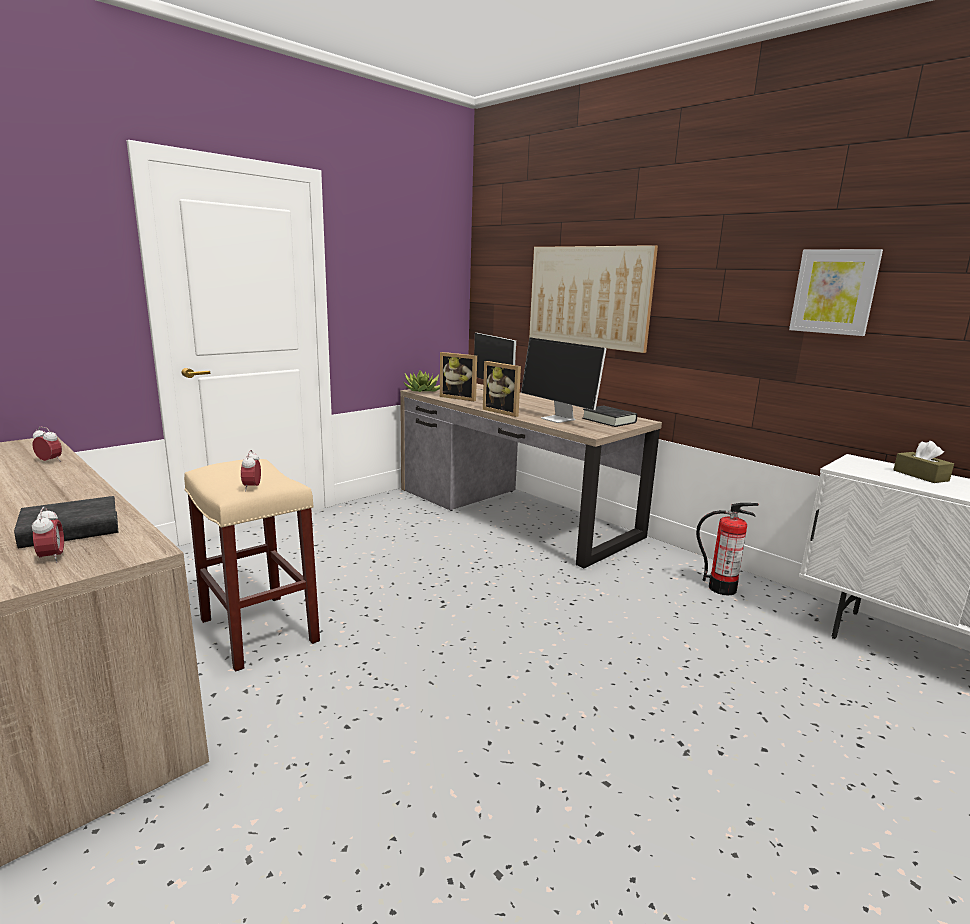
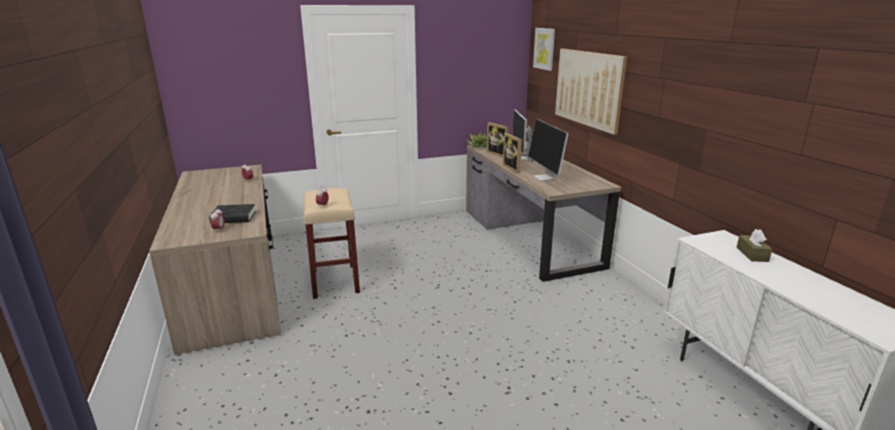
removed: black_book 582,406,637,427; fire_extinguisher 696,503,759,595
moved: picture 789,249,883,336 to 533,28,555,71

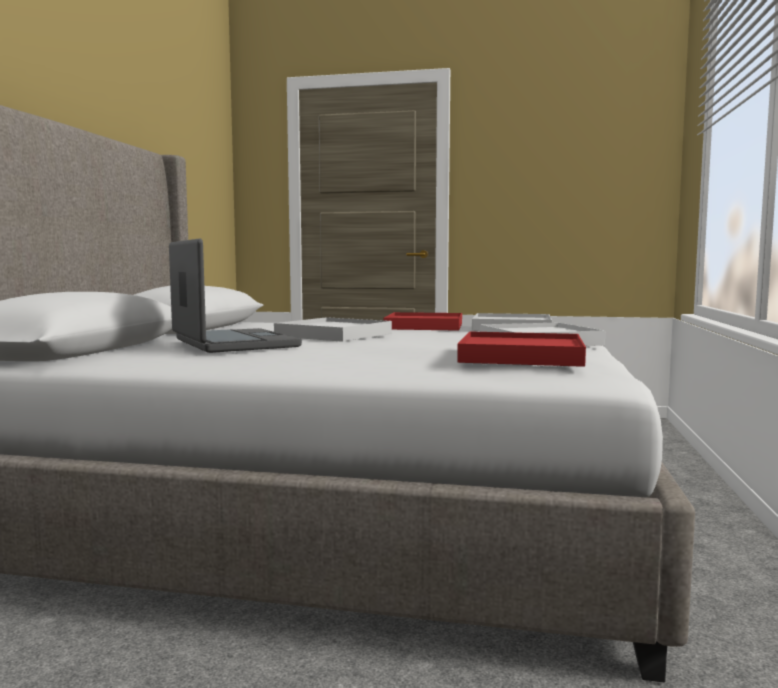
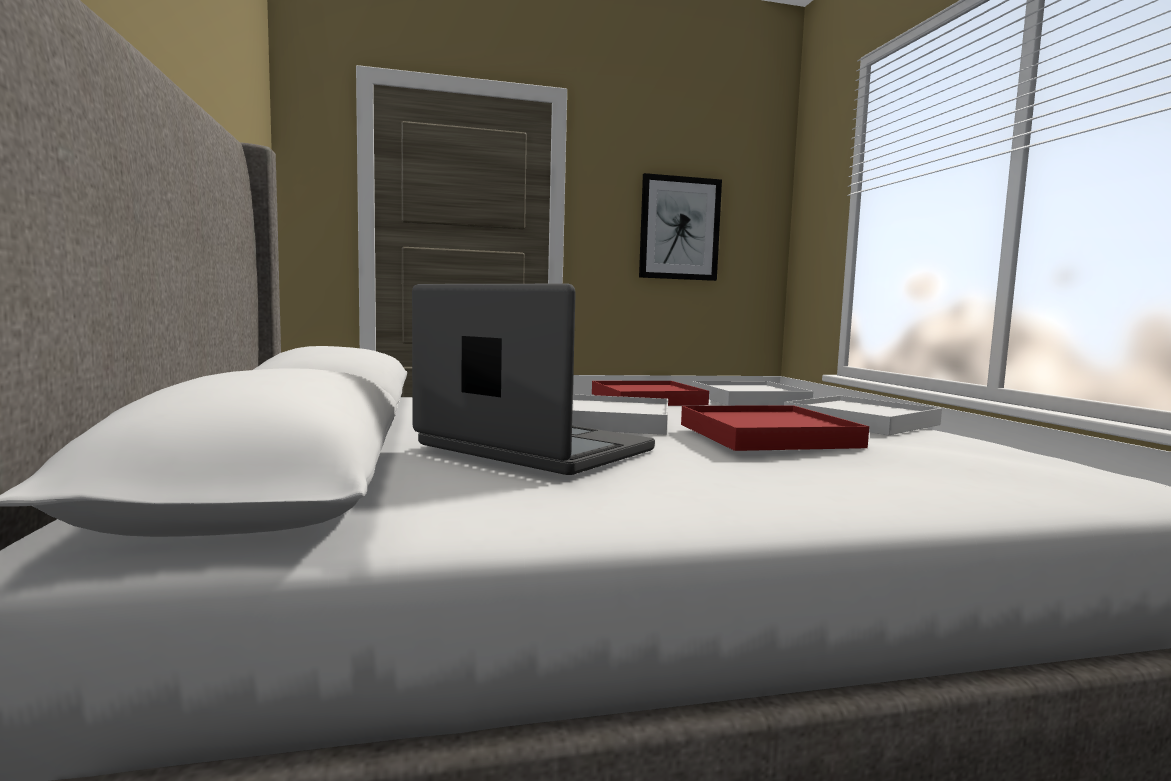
added: picture 639,173,722,281
moved: red_tray 457,332,586,367 to 681,405,869,451

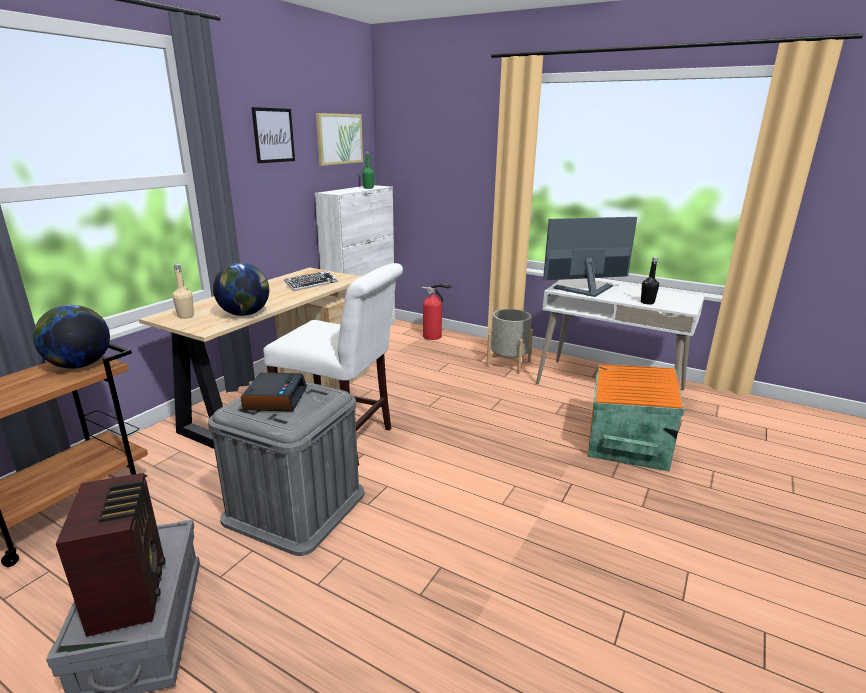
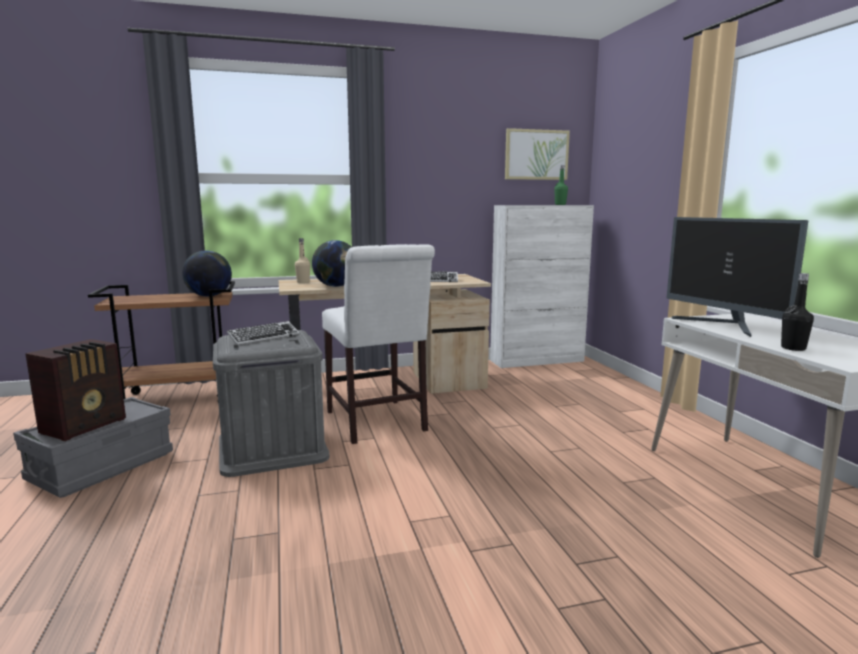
removed: picture 252,107,295,163; fire_extinguisher 422,284,452,340; grey_planter 486,309,533,374; orange_storage_box 588,365,685,472
replaced: alarm_clock 241,372,307,412 to keyboard 227,321,300,346
turned: monitor 543,217,637,297 = 667,217,808,337 150 degrees counterclockwise

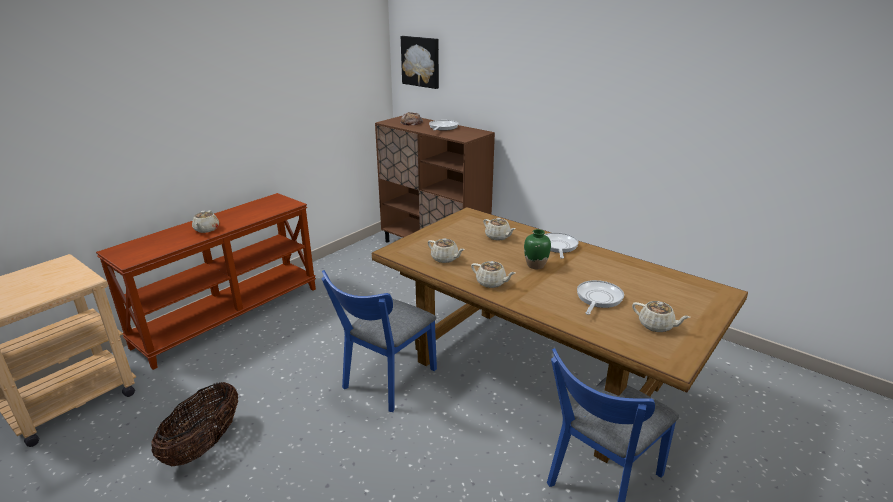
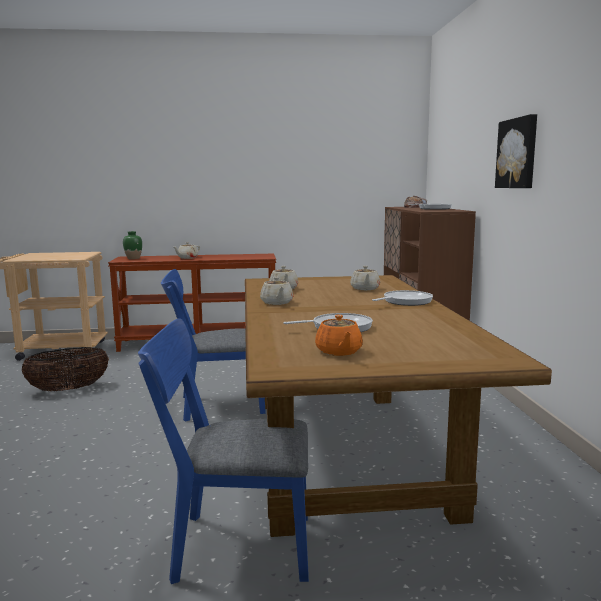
moved: picture 401,36,439,89 to 495,114,537,188; green_vase 524,229,551,269 to 123,231,142,259
recoloured: beige_teapot 632,301,690,332 to orange_teapot 315,315,363,356

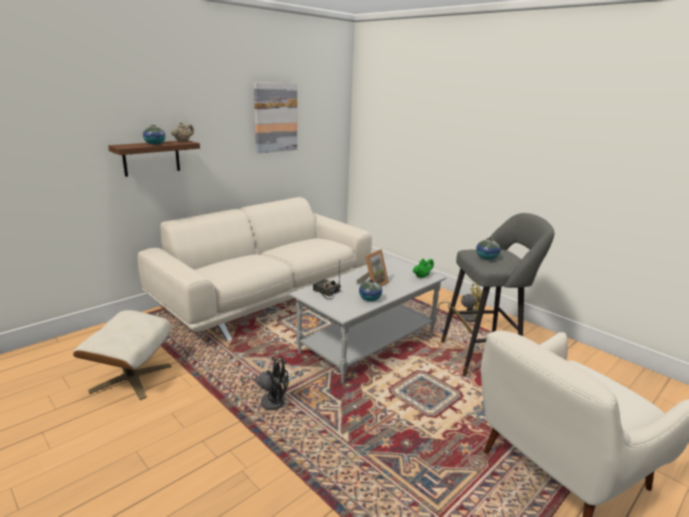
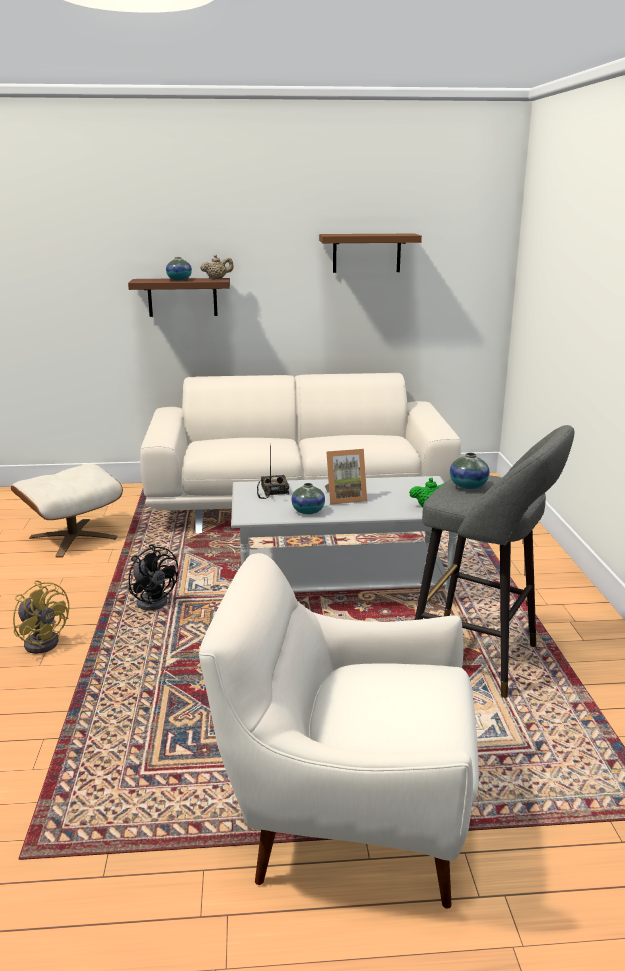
moved: yellow_fan 438,284,482,322 to 13,580,69,654
replaced: picture 254,83,297,153 to brown_shelf 319,234,422,273

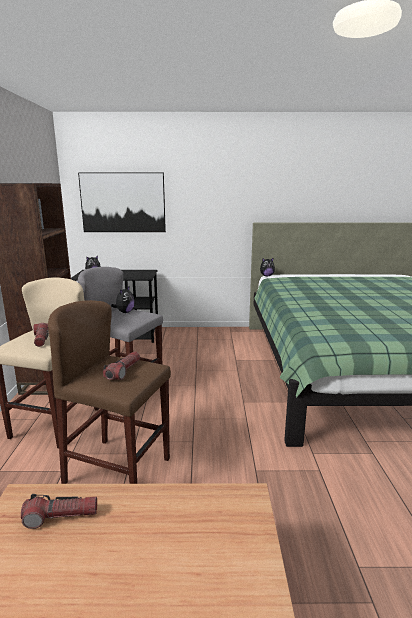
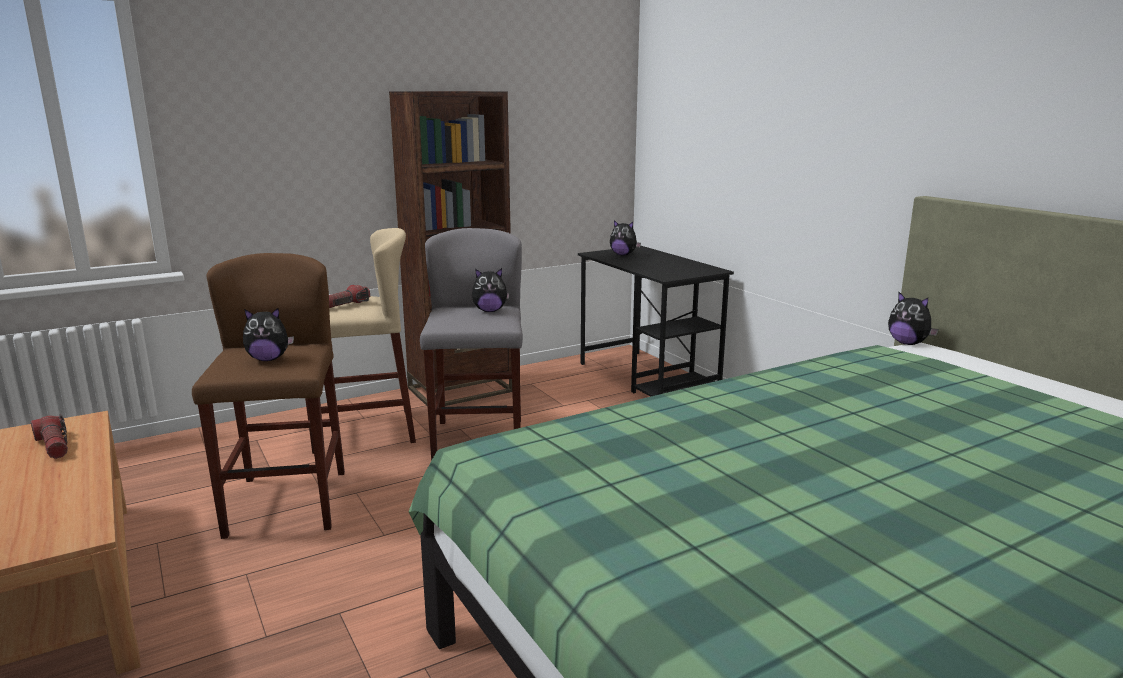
removed: picture 78,172,166,232
replaced: flashlight 103,351,140,380 to plush_toy 243,308,294,361

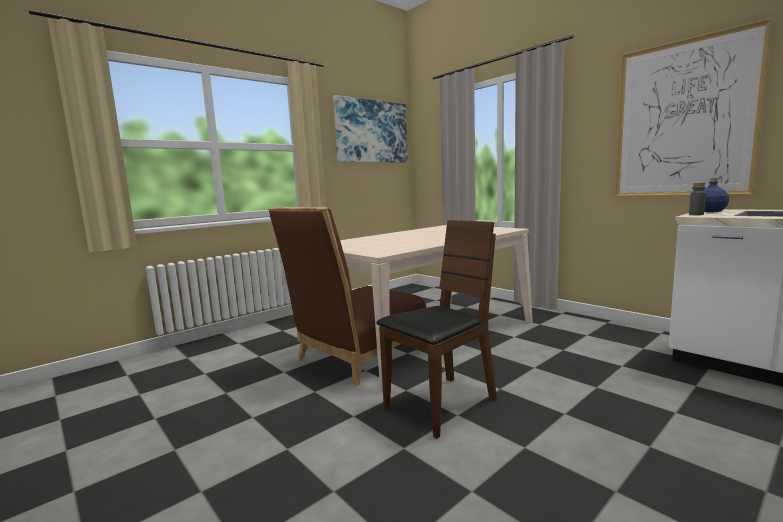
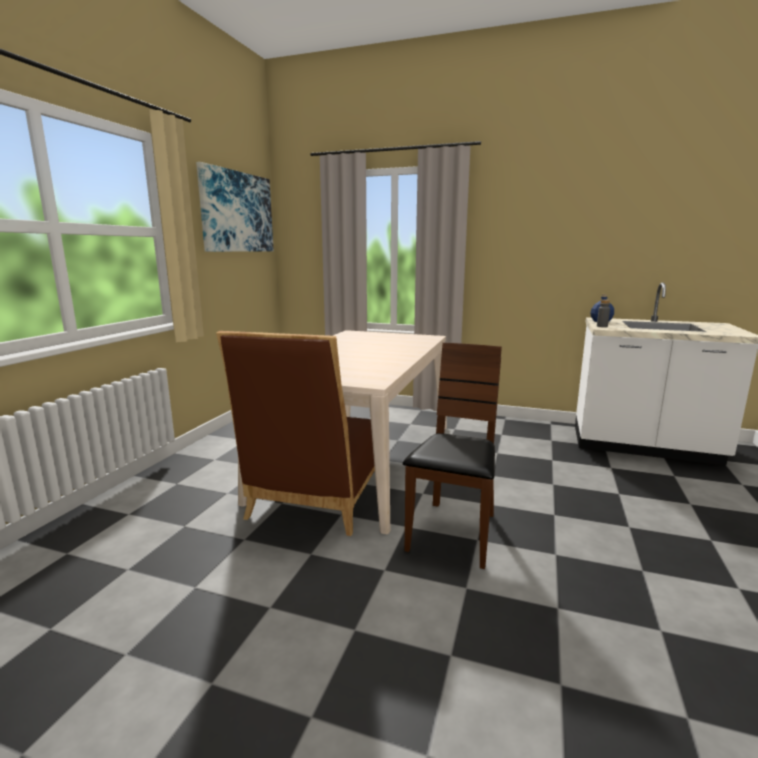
removed: picture 614,17,773,197

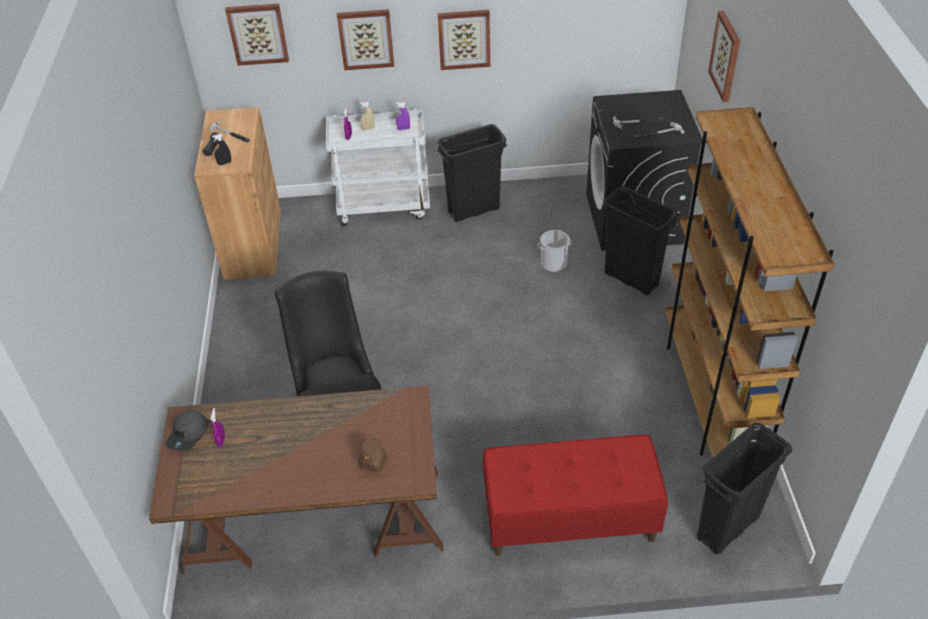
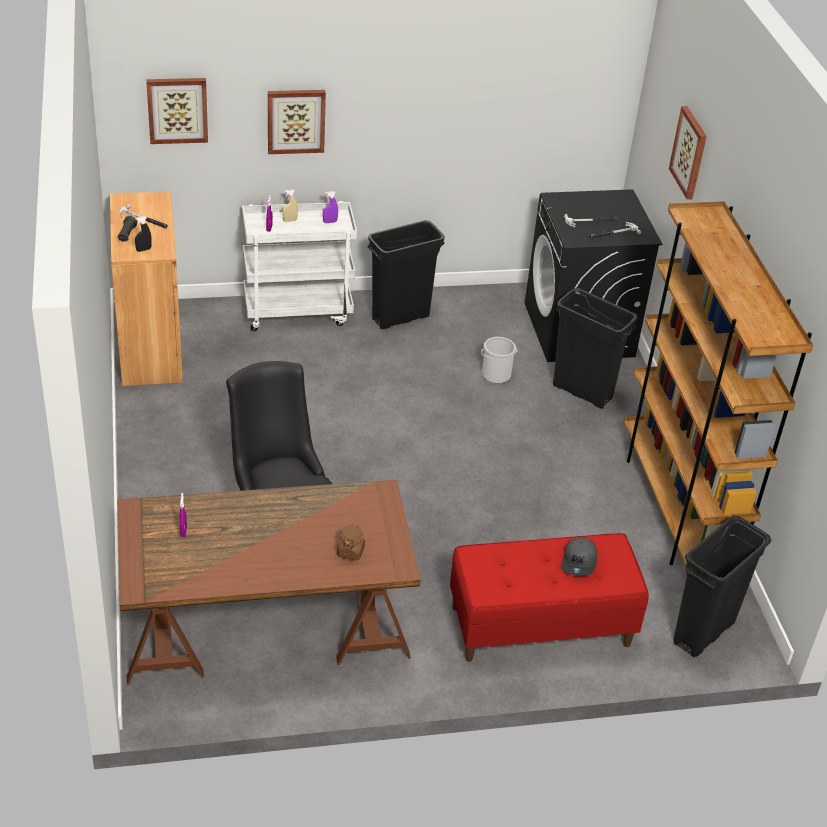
removed: picture 438,10,490,70
moved: grey_cap 166,411,209,451 to 561,537,598,576

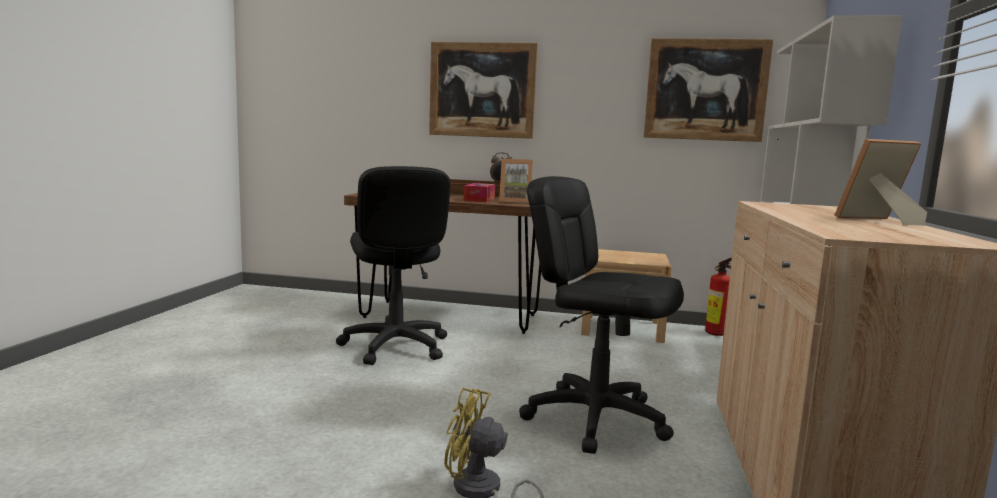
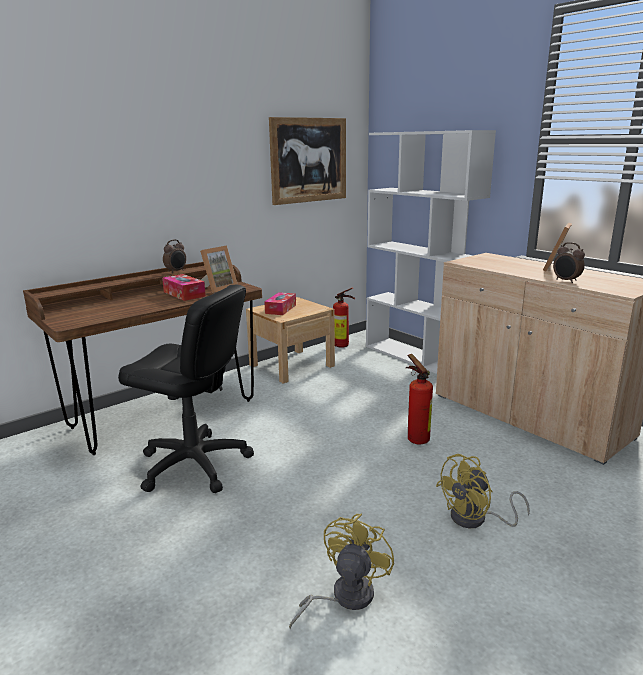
removed: picture 429,42,538,139
added: tissue_box 264,292,296,315; yellow_fan 289,514,394,630; alarm_clock 553,242,585,283
replaced: black_office_chair 519,176,684,454 to fire_extinguisher 406,354,433,444

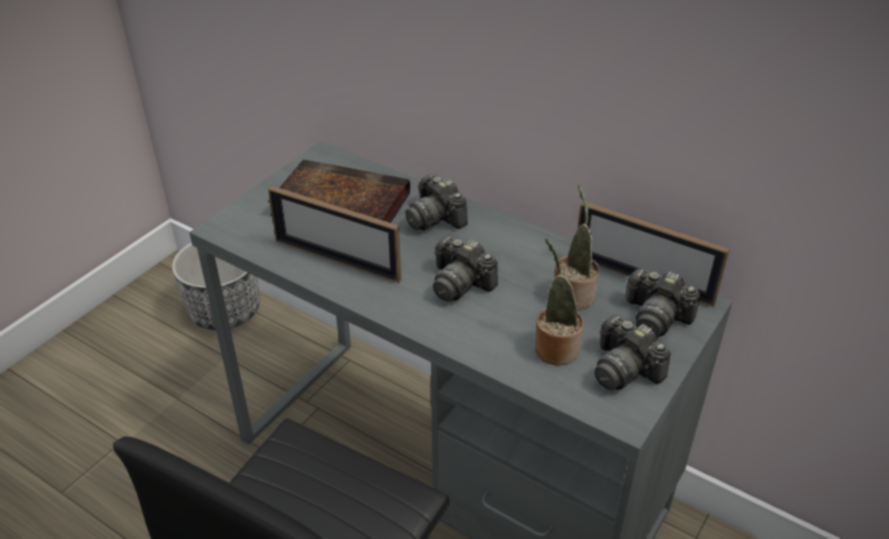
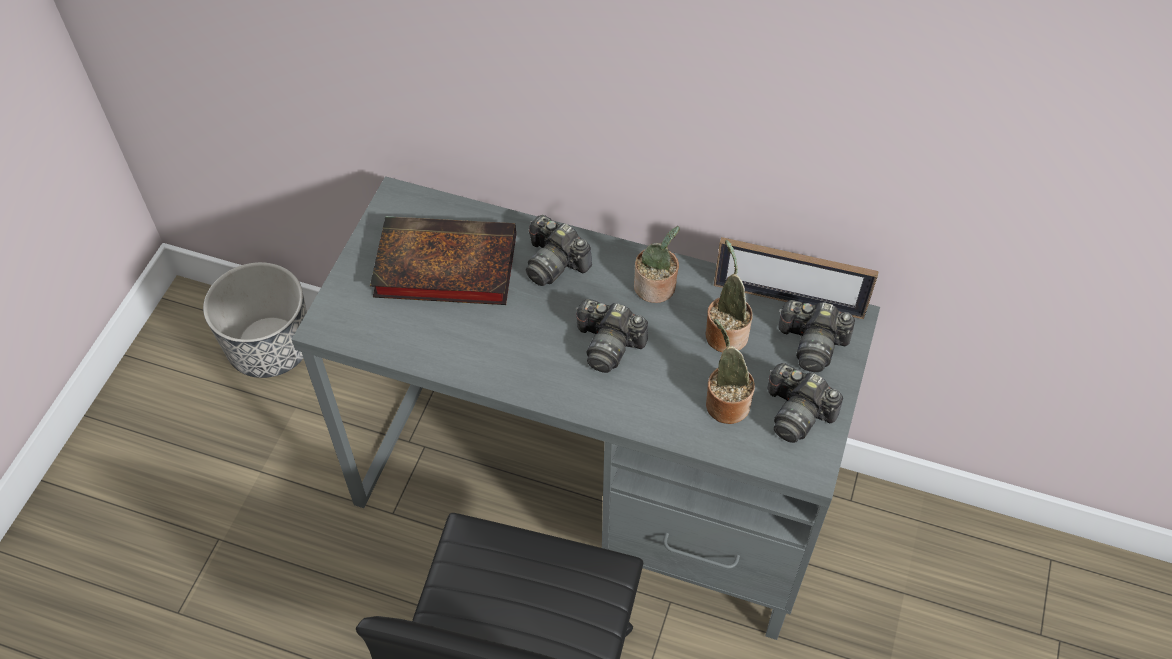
removed: picture_frame 268,186,401,283
added: potted_plant 634,226,680,303

